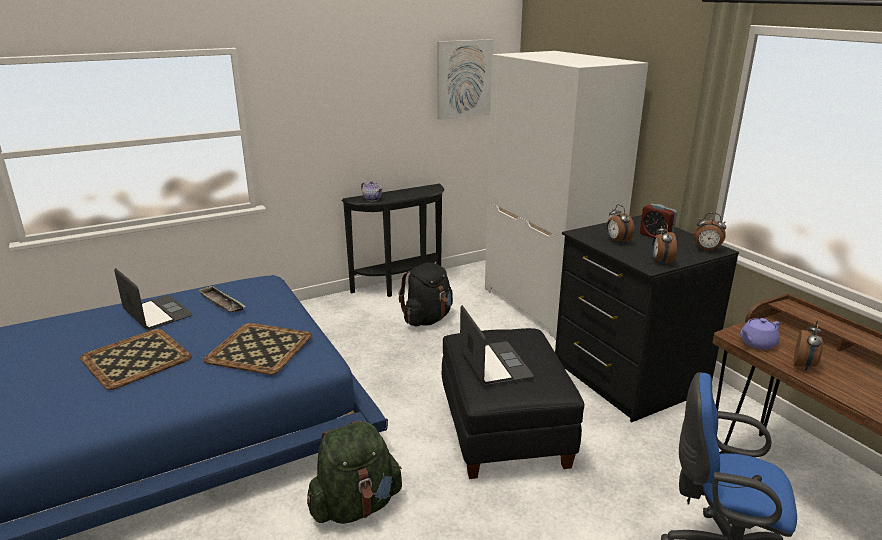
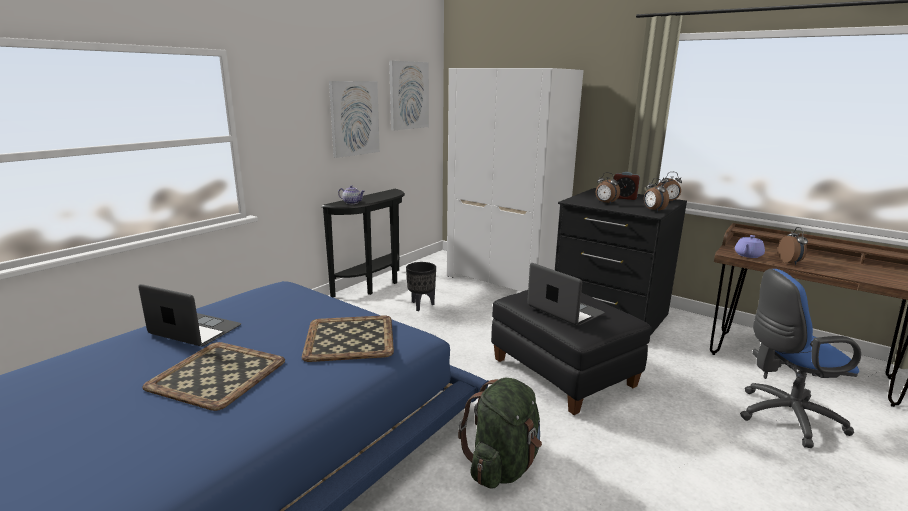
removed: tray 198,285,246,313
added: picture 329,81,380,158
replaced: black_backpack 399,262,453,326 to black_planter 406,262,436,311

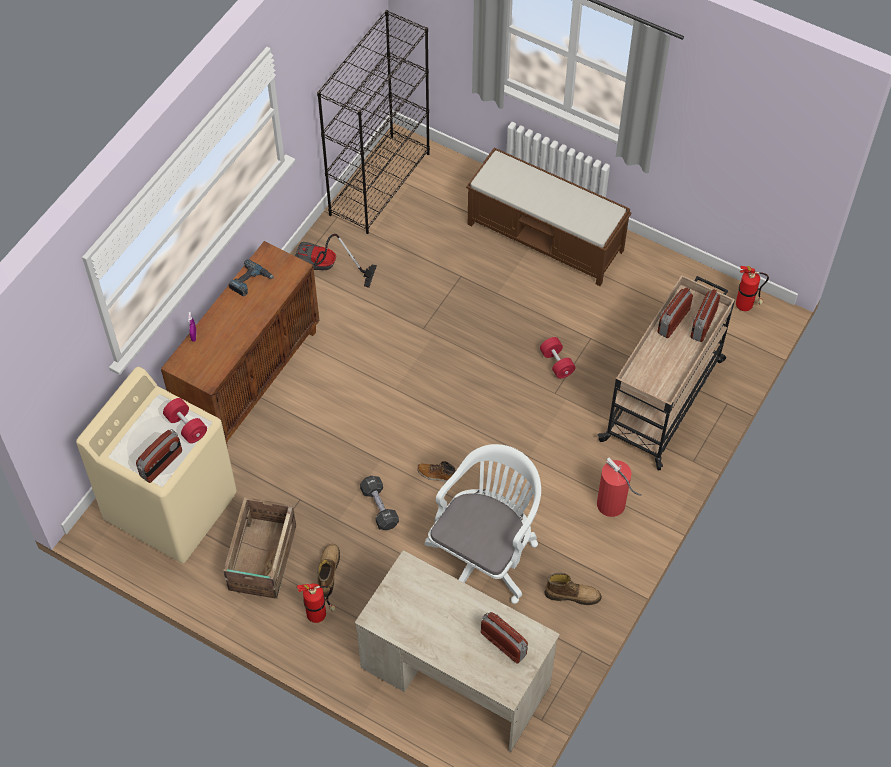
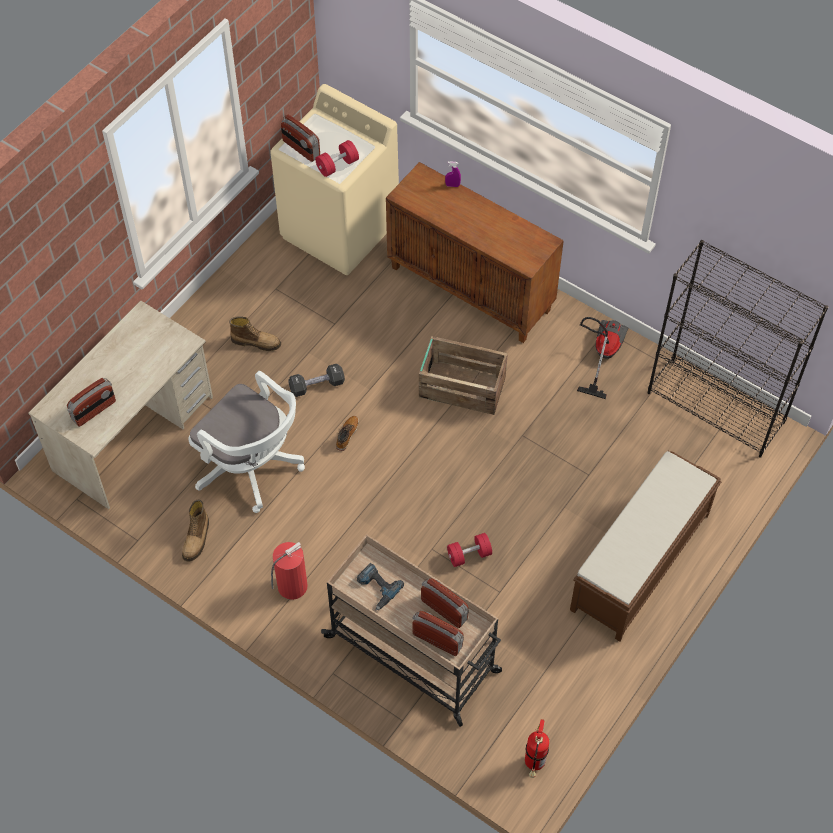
removed: fire_extinguisher 297,584,336,623
moved: crate 223,497,296,599 to 419,336,508,415; power_drill 229,259,274,297 to 357,563,404,610

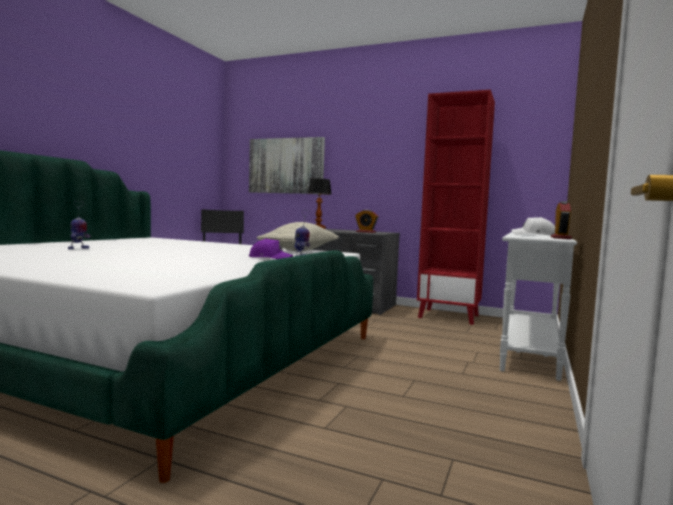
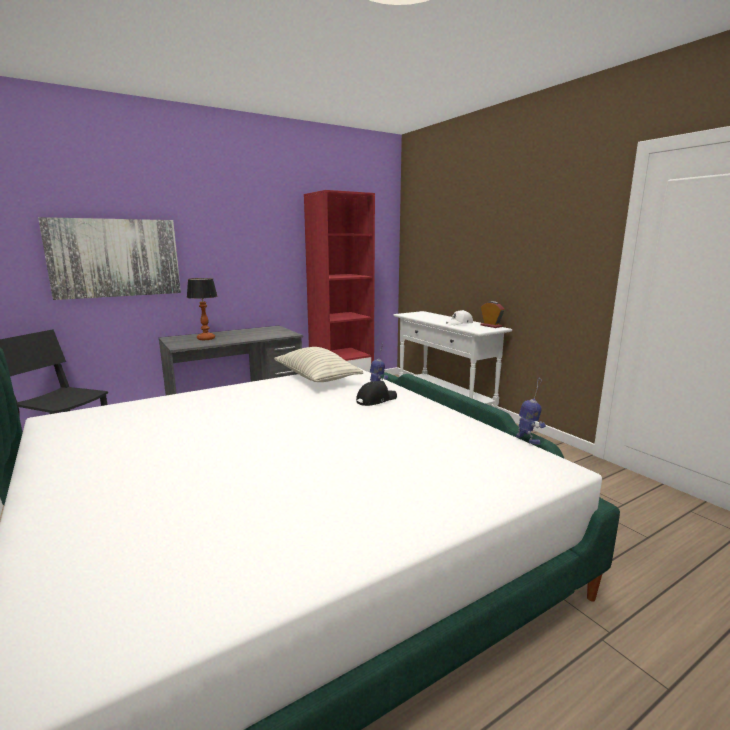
removed: alarm_clock 355,210,378,233
moved: toy_robot 68,201,91,249 to 516,377,546,445
recoloured: purple_cap 249,238,293,259 to black_cap 356,381,397,406

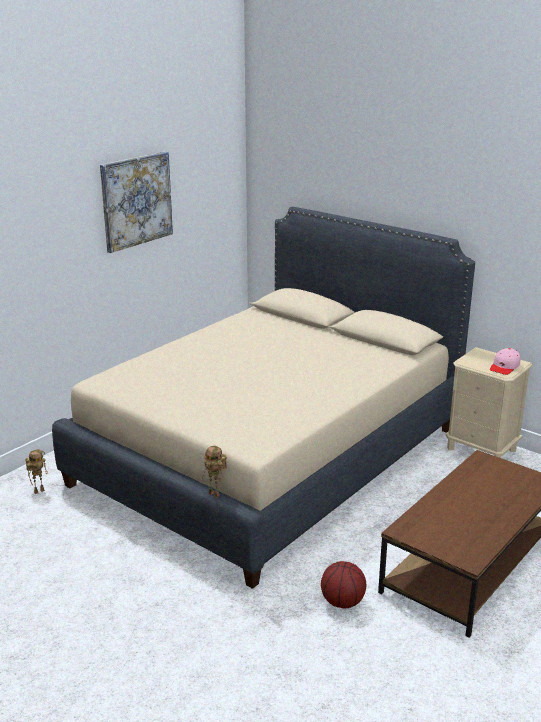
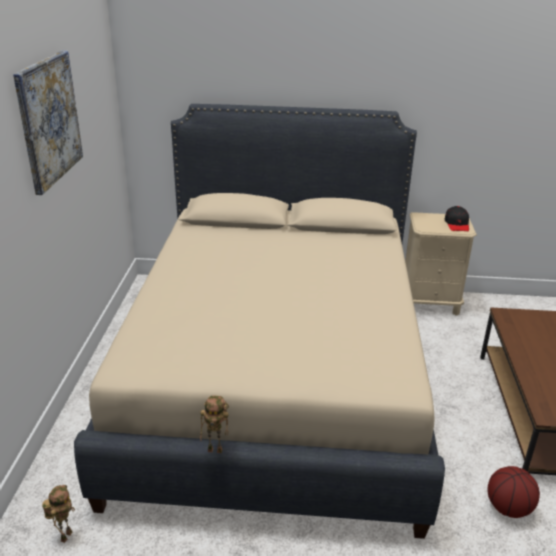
moved: toy_robot 201,446,227,498 to 200,395,229,453
recoloured: pink_cap 490,348,521,375 to black_cap 445,206,469,231

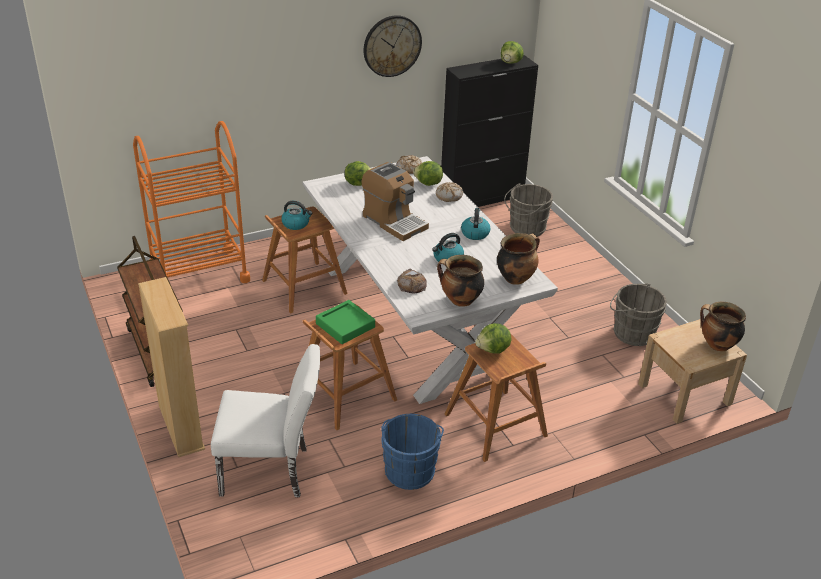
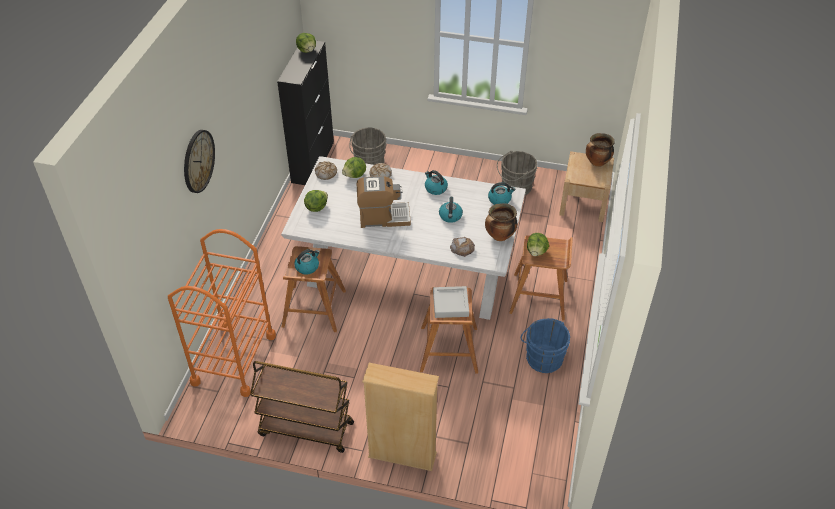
removed: white_chair 211,344,320,497
moved: wall_clock 364,15,422,77 to 184,130,215,193
replaced: cooking_pot 497,233,540,285 to kettle 488,182,515,205
recoloured: green_tray 316,300,375,344 to grey_tray 433,286,469,318

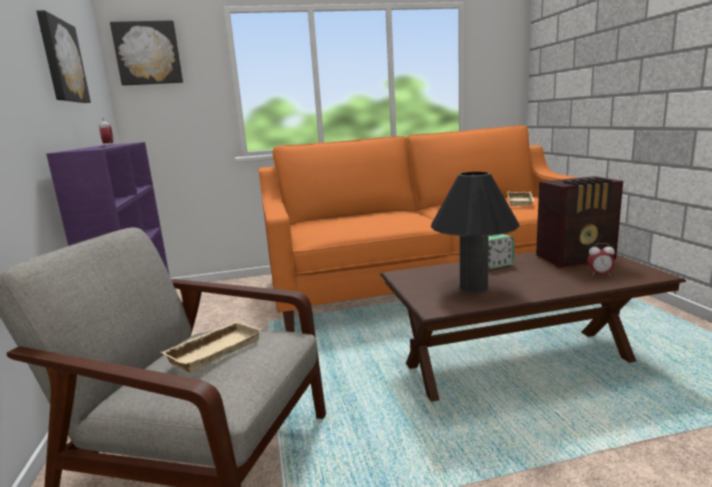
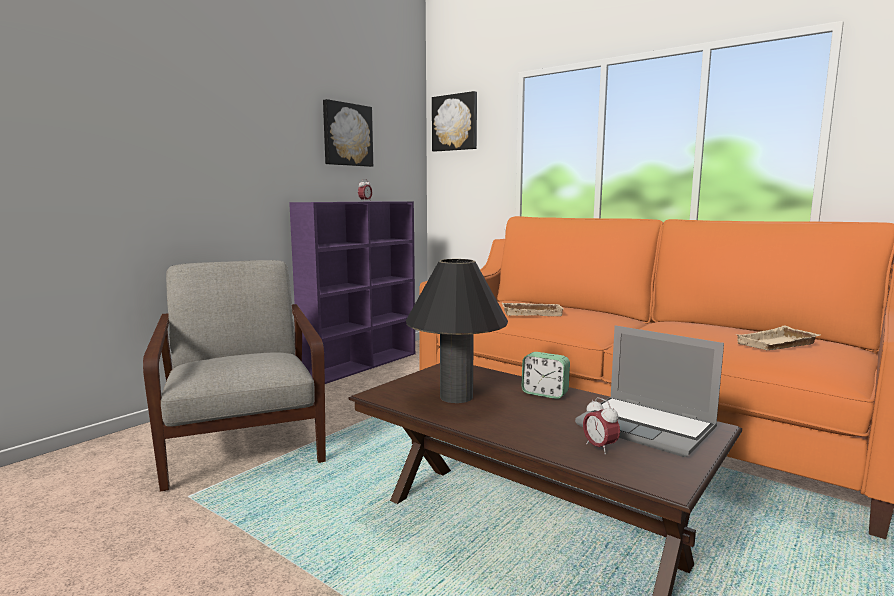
moved: beige_tray 161,321,262,373 to 501,302,564,316
replaced: radio 536,176,623,268 to laptop 575,325,724,457

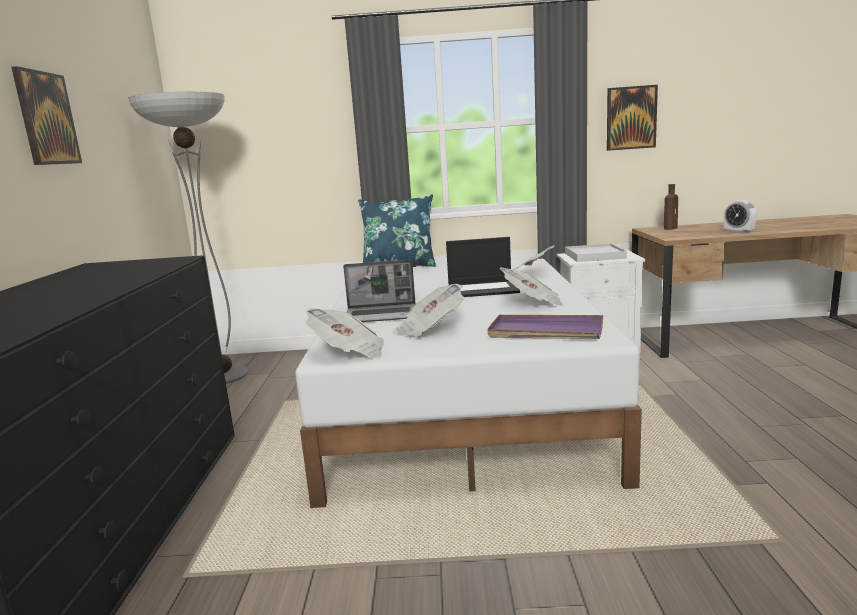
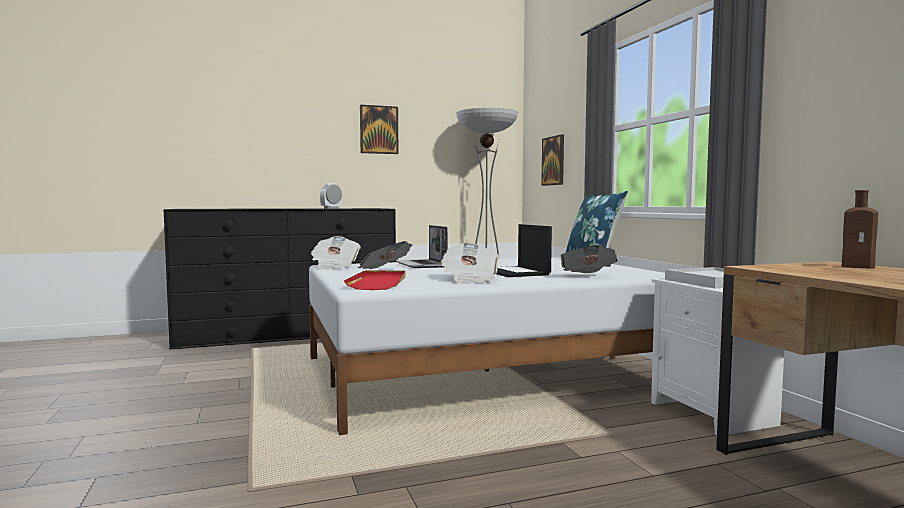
moved: picture 607,85,658,151 to 541,134,564,186; alarm_clock 724,200,757,234 to 320,183,342,208
recoloured: purple_tray 487,315,603,339 to red_tray 344,270,405,290

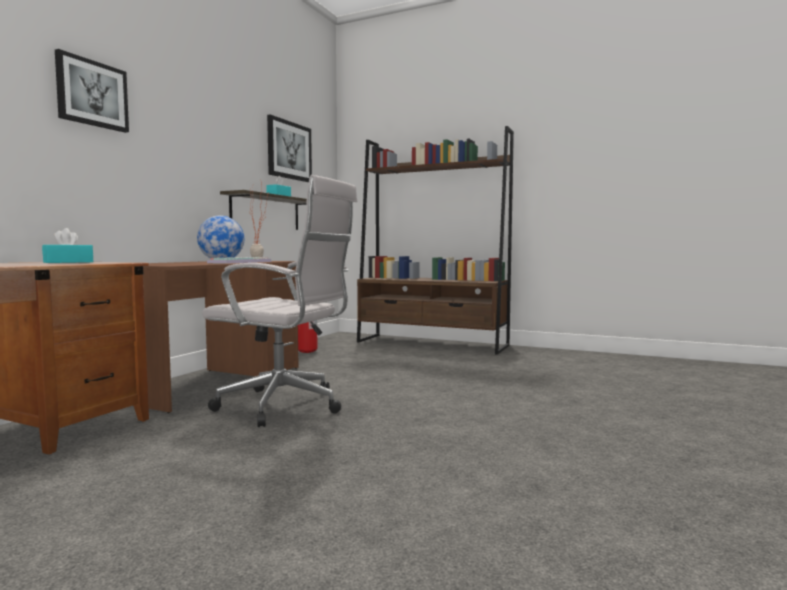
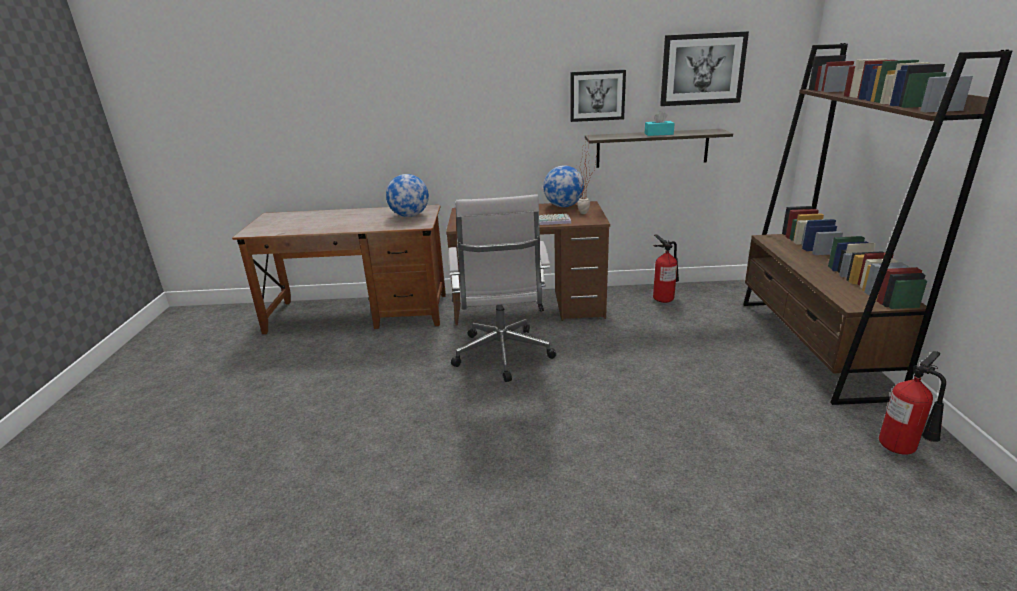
added: fire_extinguisher 879,351,946,455
moved: picture 55,49,129,133 to 570,70,626,122
replaced: turquoise_tissue_box 42,228,93,263 to globe 386,174,429,217

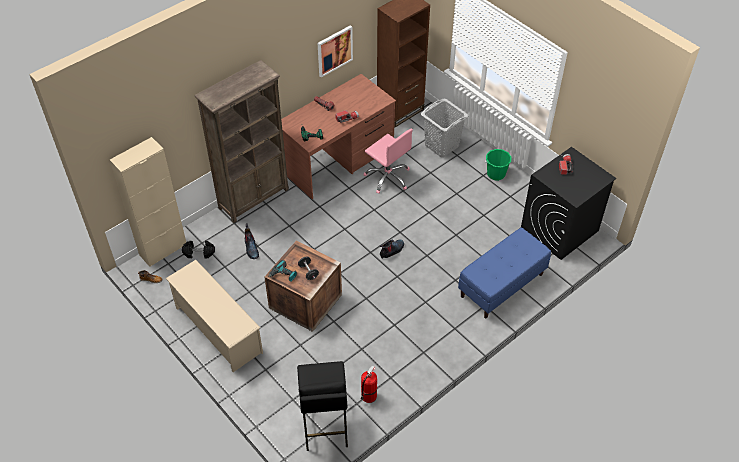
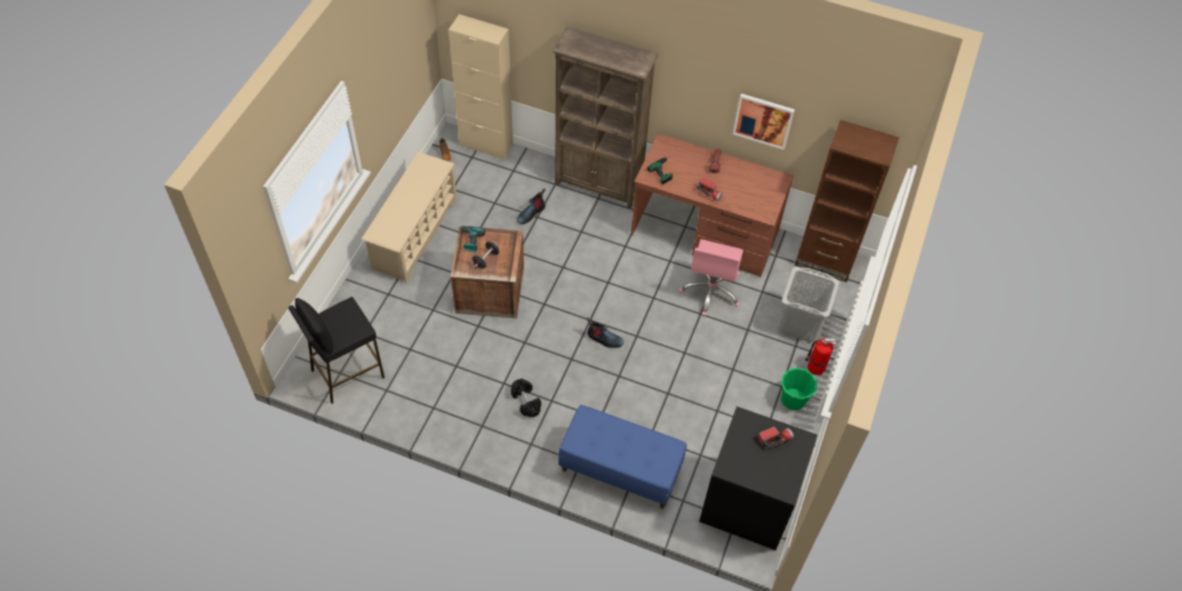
moved: black_dumbbell 182,241,215,259 to 511,378,541,417; fire_extinguisher 361,366,377,403 to 805,338,836,375

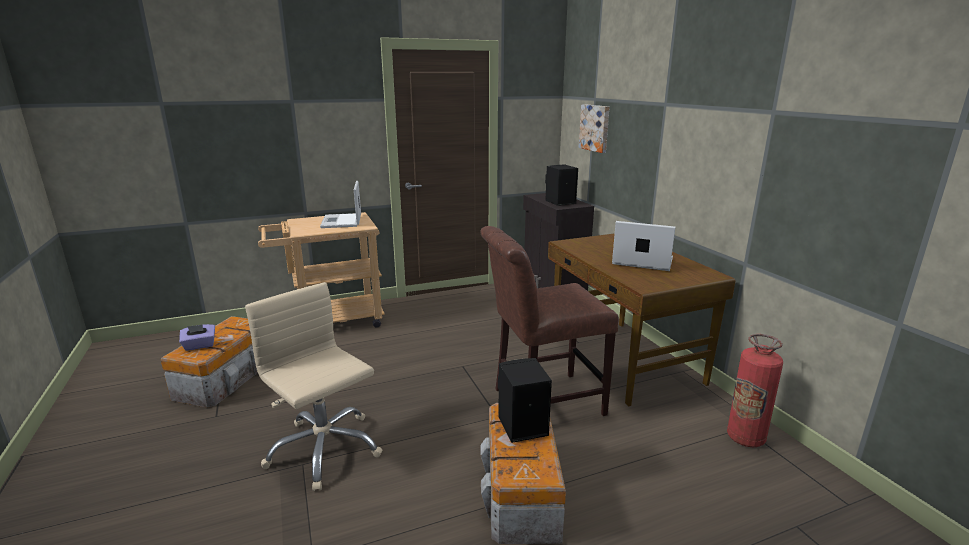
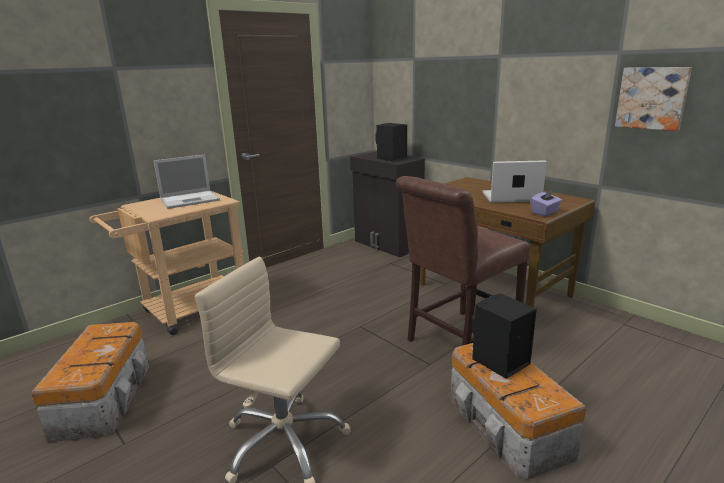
removed: fire_extinguisher 727,334,783,447
moved: purple_tissue_box 179,324,215,351 to 531,189,562,216; picture 579,104,610,153 to 615,67,692,131
turned: laptop 320,181,361,228 = 154,154,220,209 90 degrees counterclockwise

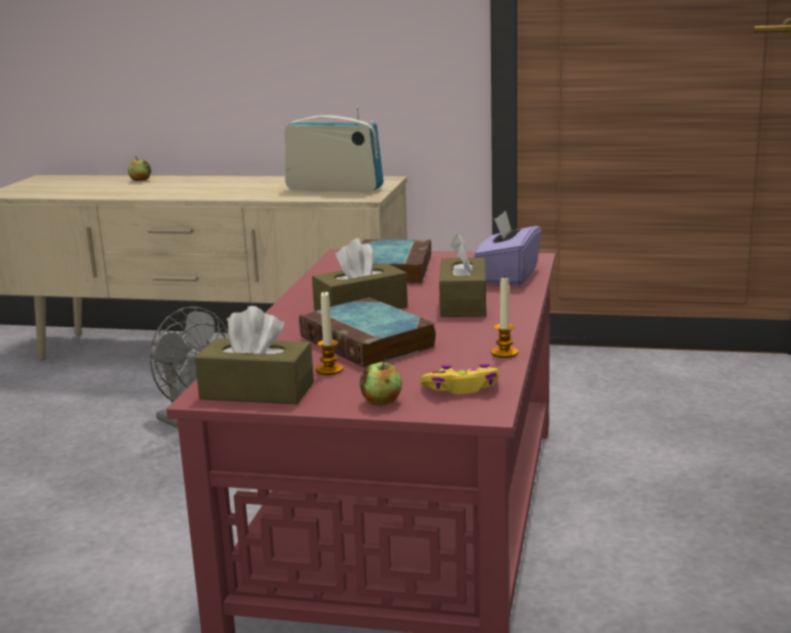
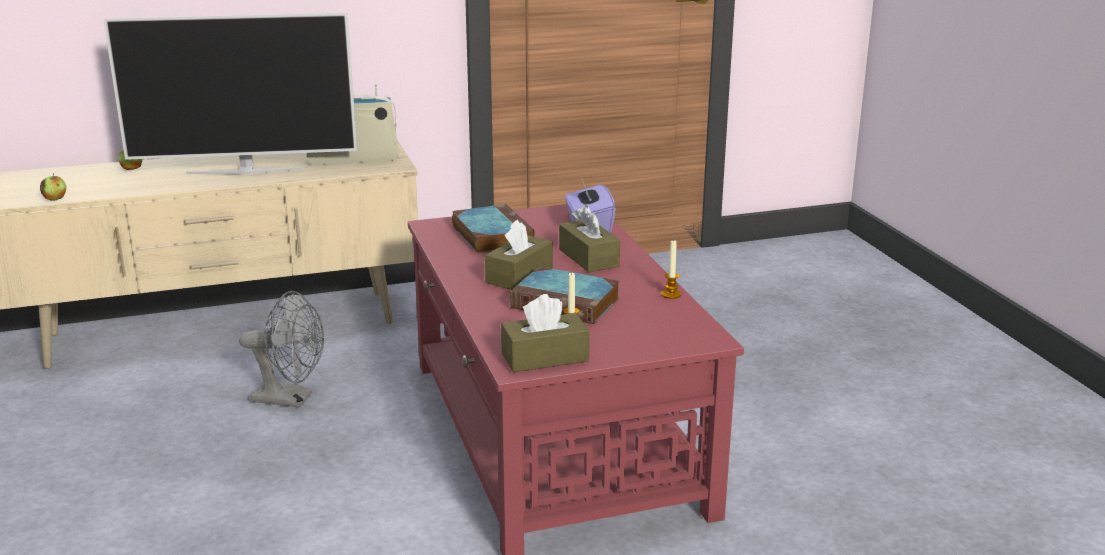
removed: yellow_game_controller 420,364,500,394
added: television 103,12,357,175
moved: apple 359,358,402,406 to 40,173,66,201

